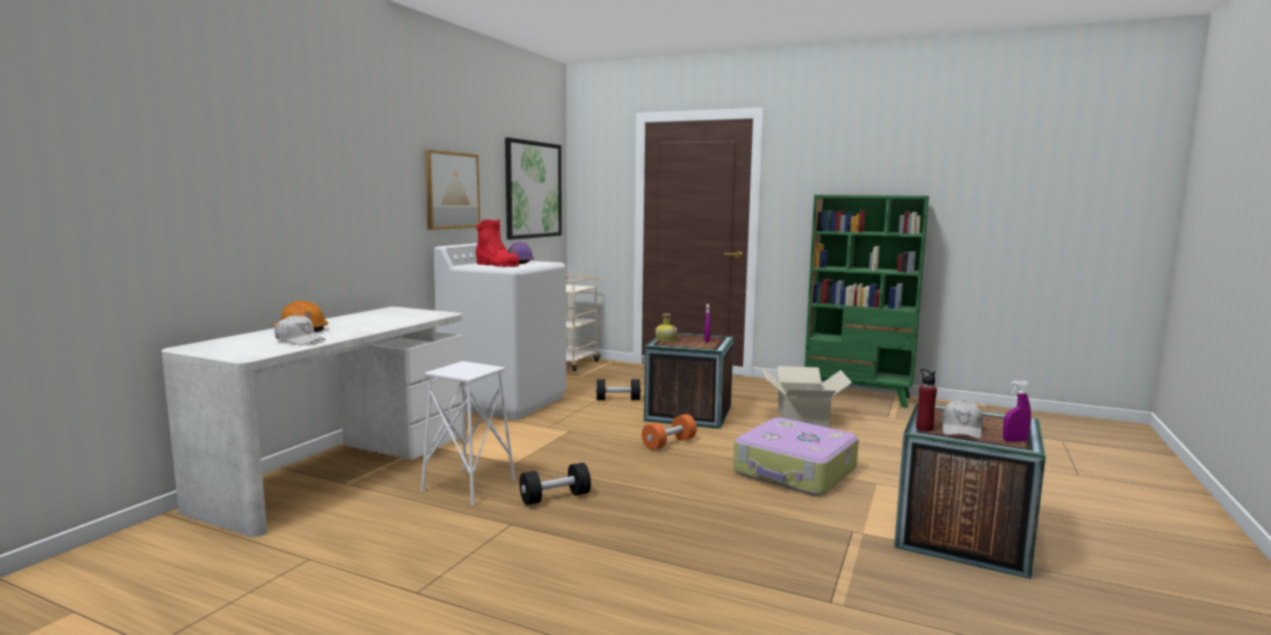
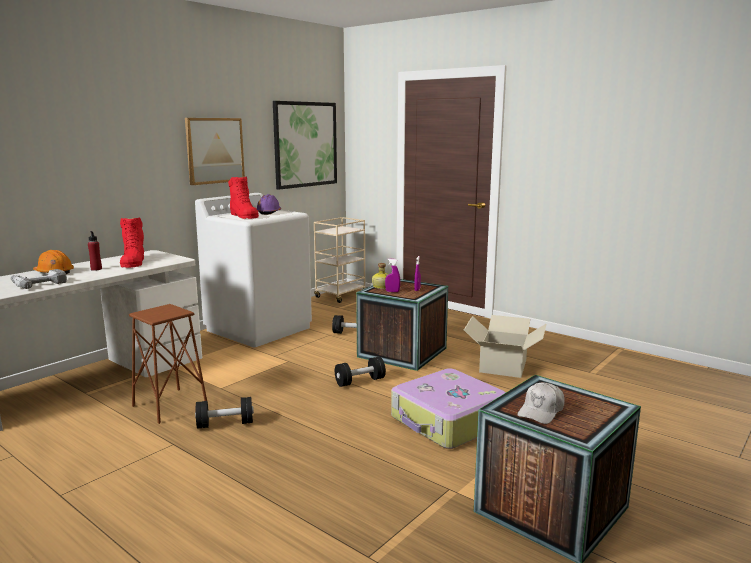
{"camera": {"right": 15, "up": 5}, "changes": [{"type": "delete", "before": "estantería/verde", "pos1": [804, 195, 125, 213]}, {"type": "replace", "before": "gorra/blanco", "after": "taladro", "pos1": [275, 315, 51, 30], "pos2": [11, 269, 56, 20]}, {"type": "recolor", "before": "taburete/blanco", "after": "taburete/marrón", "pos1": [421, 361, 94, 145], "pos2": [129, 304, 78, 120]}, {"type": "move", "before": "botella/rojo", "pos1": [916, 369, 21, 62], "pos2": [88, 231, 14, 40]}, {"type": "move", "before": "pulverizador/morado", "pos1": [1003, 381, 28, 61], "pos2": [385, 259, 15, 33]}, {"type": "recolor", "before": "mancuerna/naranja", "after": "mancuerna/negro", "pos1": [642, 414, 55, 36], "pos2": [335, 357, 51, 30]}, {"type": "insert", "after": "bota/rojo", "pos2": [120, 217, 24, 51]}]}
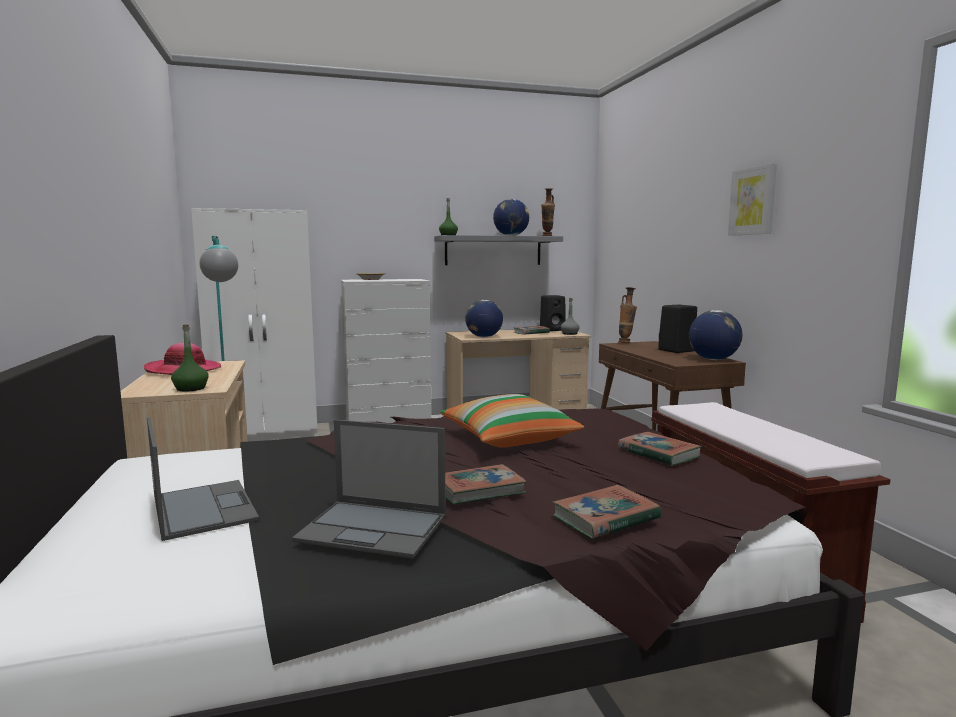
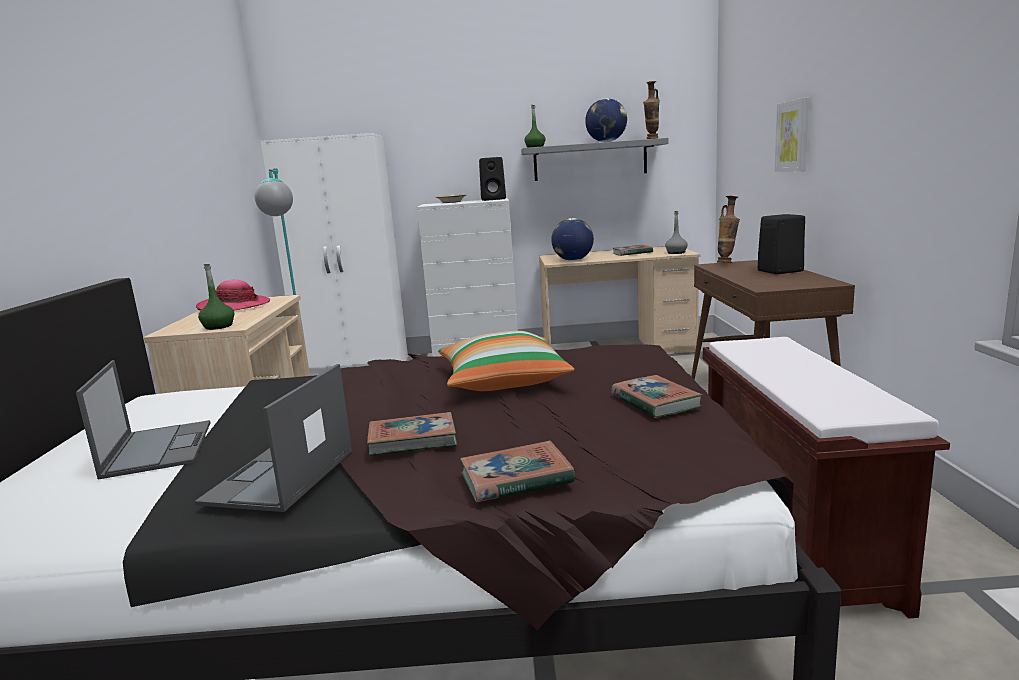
{"camera": {"right": 15, "up": 5}, "changes": [{"type": "move", "before": "cuadro", "pos1": [728, 163, 49, 73], "pos2": [775, 98, 34, 73]}, {"type": "move", "before": "altavoz/negro", "pos1": [540, 295, 26, 36], "pos2": [479, 157, 27, 44]}, {"type": "delete", "before": "globo terráqueo", "pos1": [689, 310, 53, 50]}, {"type": "rotate", "before": "portátil", "pos1": [292, 419, 154, 140], "pos2": [194, 364, 158, 148], "turn": 75}]}
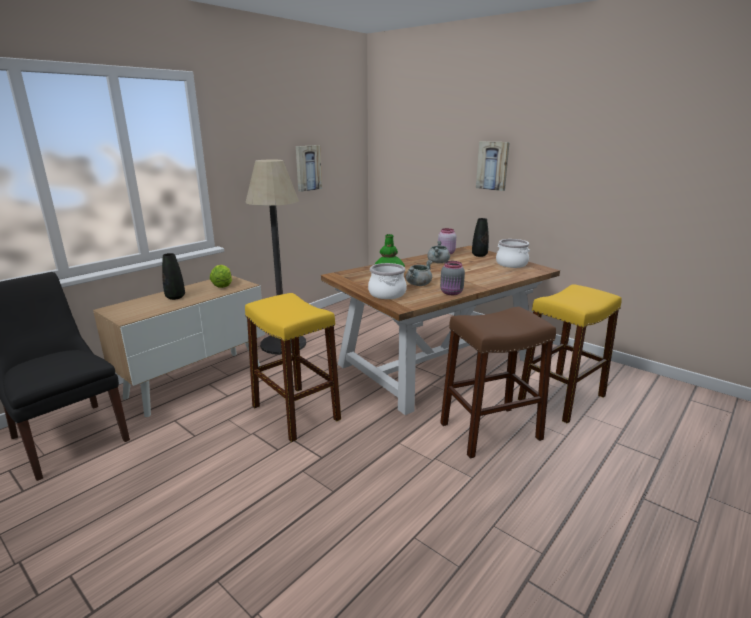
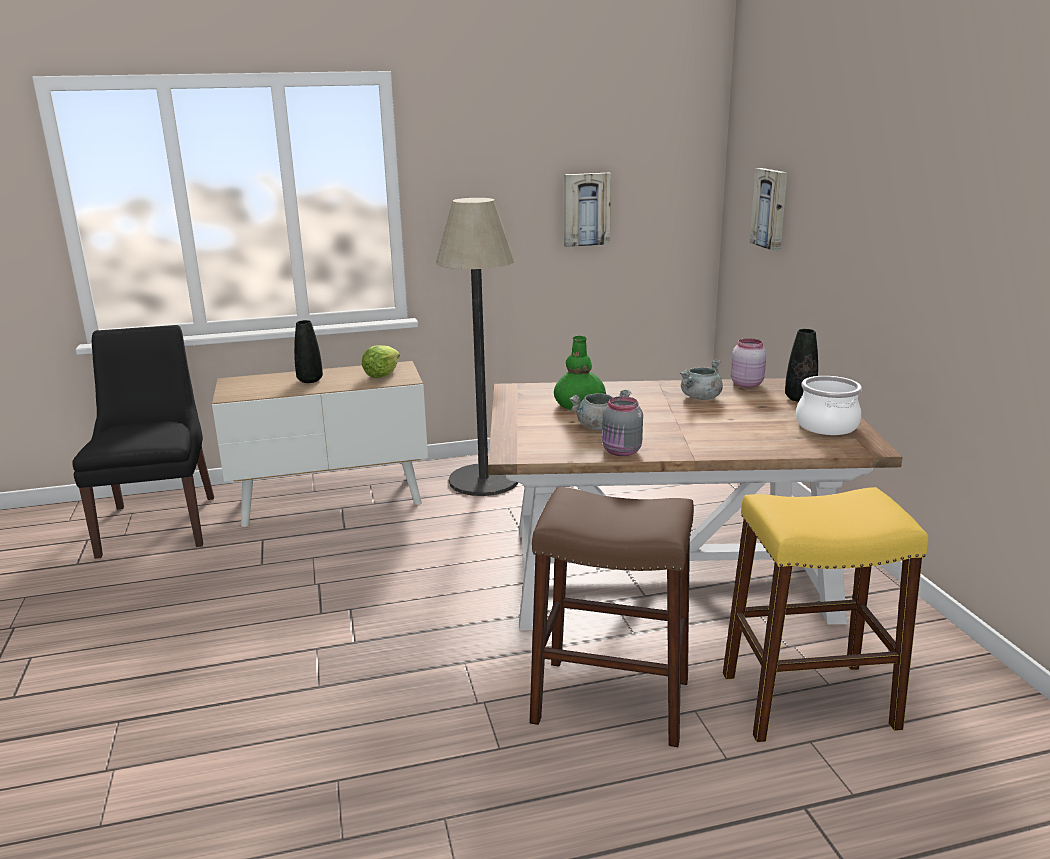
{"camera": {"right": 35, "up": 0}, "changes": [{"type": "move", "before": "cuadro", "pos1": [476, 141, 34, 50], "pos2": [750, 168, 37, 83]}, {"type": "delete", "before": "olla", "pos1": [368, 263, 39, 36]}, {"type": "delete", "before": "taburete/amarillo", "pos1": [245, 293, 96, 149]}]}
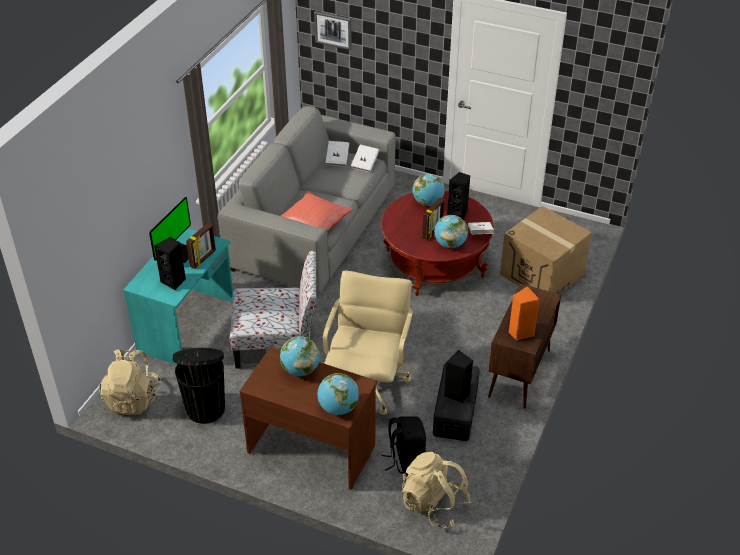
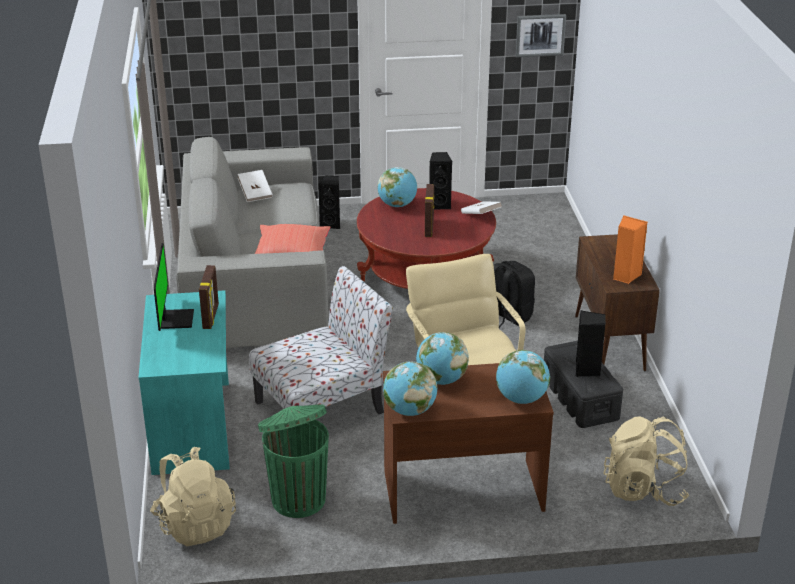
{"camera": {"right": -30, "up": -10}, "changes": [{"type": "move", "before": "cuadro", "pos1": [314, 11, 38, 39], "pos2": [516, 14, 50, 43]}, {"type": "delete", "before": "libro/blanco", "pos1": [351, 145, 28, 27]}, {"type": "delete", "before": "caja de cartón", "pos1": [500, 206, 92, 88]}, {"type": "move", "before": "globo terráqueo", "pos1": [434, 215, 34, 33], "pos2": [383, 362, 54, 54]}, {"type": "move", "before": "altavoz/negro", "pos1": [154, 237, 32, 53], "pos2": [318, 176, 22, 53]}, {"type": "recolor", "before": "papelera/negro", "after": "papelera/verde", "pos1": [173, 348, 52, 76], "pos2": [258, 404, 71, 114]}, {"type": "move", "before": "mochila/negro", "pos1": [381, 417, 45, 58], "pos2": [493, 261, 42, 67]}]}
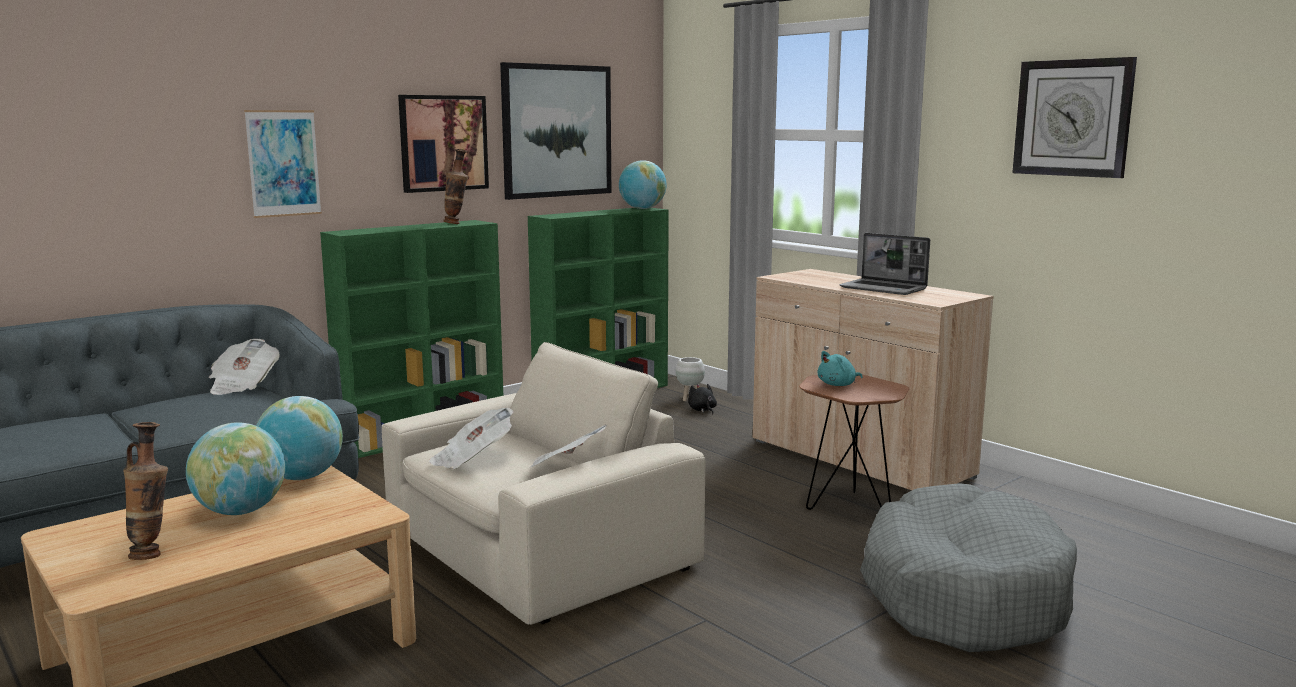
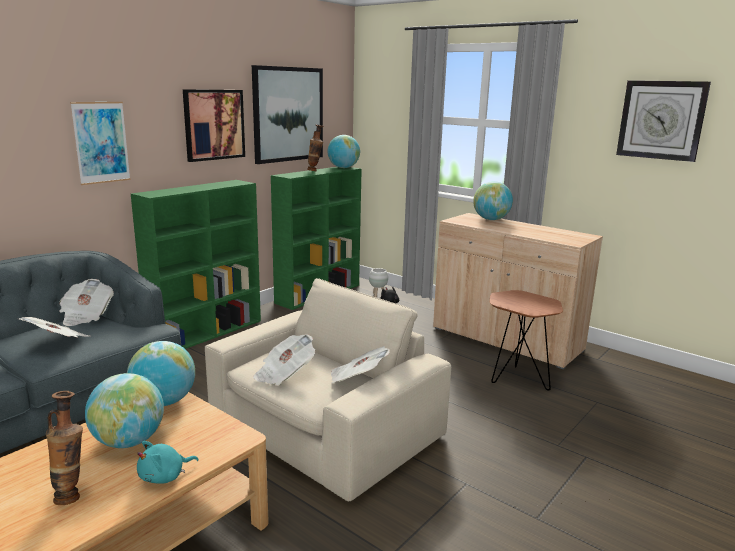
{"camera": {"right": -10, "up": 5}, "changes": [{"type": "move", "before": "florero", "pos1": [443, 149, 25, 75], "pos2": [307, 125, 17, 46]}, {"type": "delete", "before": "portátil", "pos1": [839, 233, 91, 62]}, {"type": "move", "before": "peluche/turquesa", "pos1": [818, 351, 45, 35], "pos2": [137, 441, 62, 43]}, {"type": "delete", "before": "cama para perro/gris", "pos1": [860, 483, 217, 169]}, {"type": "insert", "after": "globo terráqueo", "pos2": [473, 181, 40, 39]}, {"type": "insert", "after": "periódico", "pos2": [19, 317, 70, 20]}]}
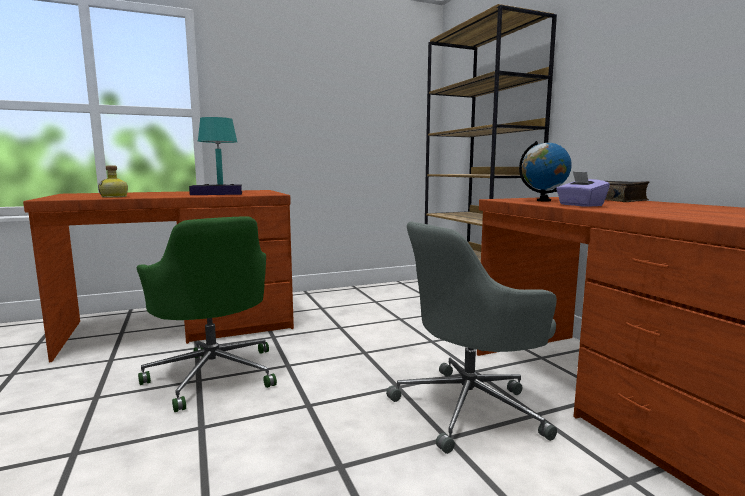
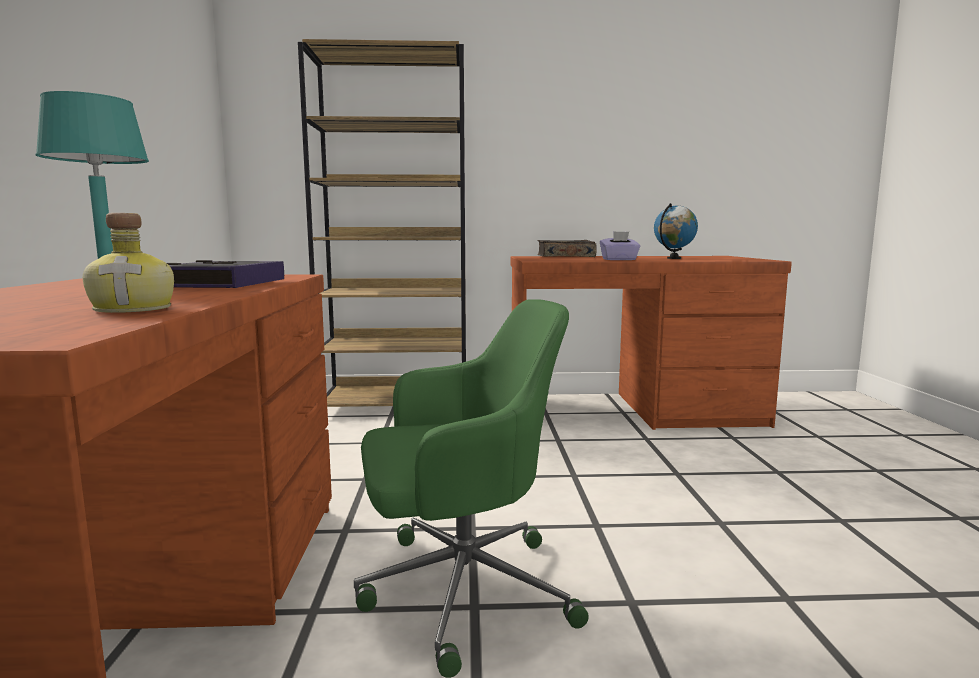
{"camera": {"right": -70, "up": 0}, "changes": [{"type": "move", "before": "globo terráqueo", "pos1": [519, 141, 53, 60], "pos2": [654, 203, 44, 56]}, {"type": "delete", "before": "silla de oficina/gris", "pos1": [386, 222, 171, 232]}]}
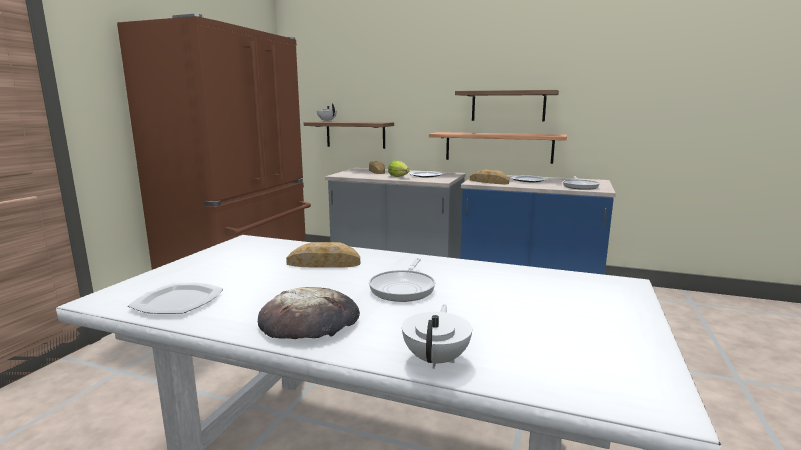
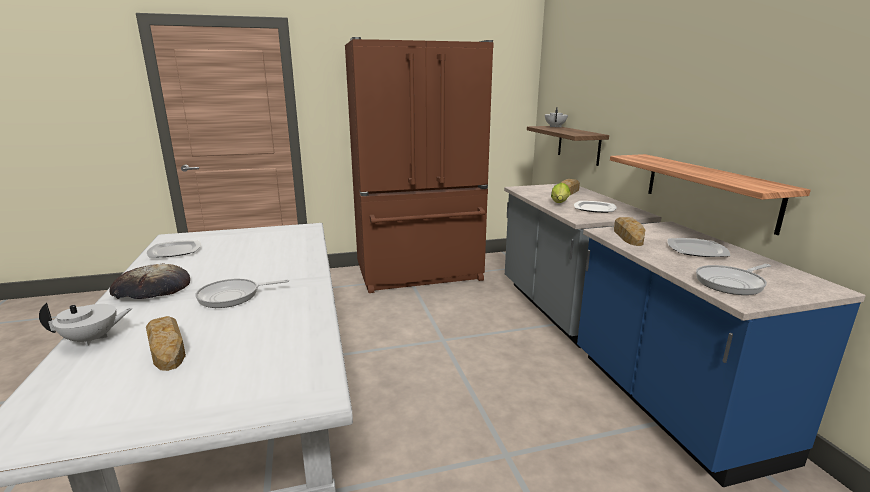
{"camera": {"right": 55, "up": 5}, "changes": [{"type": "delete", "before": "estante", "pos1": [455, 90, 104, 31]}, {"type": "move", "before": "pan", "pos1": [286, 242, 74, 26], "pos2": [146, 316, 40, 55]}]}
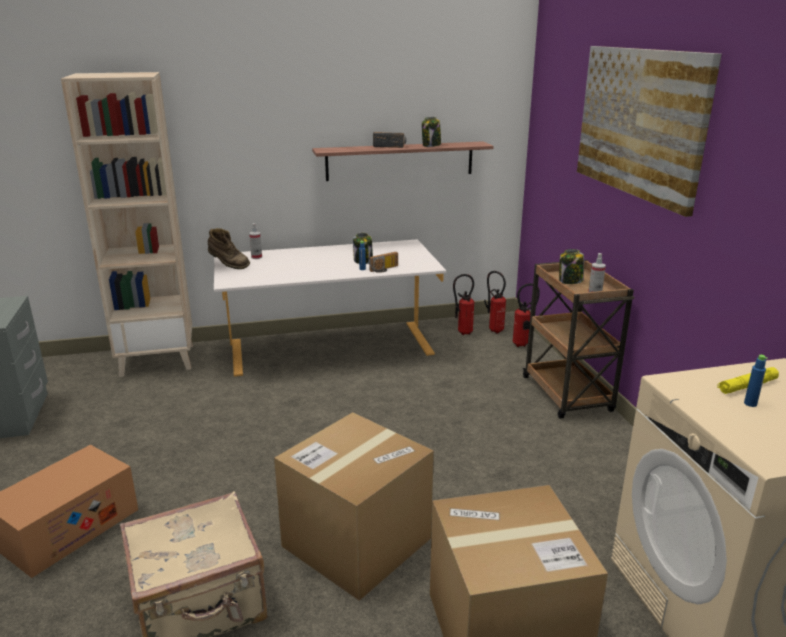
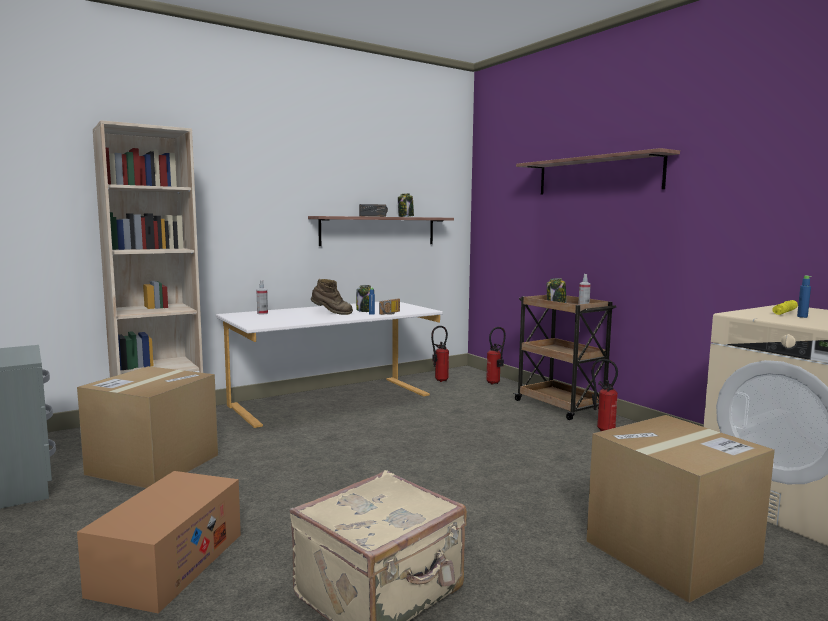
{"camera": {"right": -20, "up": -15}, "changes": [{"type": "replace", "before": "cuadro", "after": "estante", "pos1": [577, 46, 145, 171], "pos2": [516, 148, 164, 47]}, {"type": "move", "before": "bota/marrón", "pos1": [208, 228, 42, 41], "pos2": [311, 279, 42, 36]}, {"type": "move", "before": "extintor", "pos1": [484, 271, 22, 63], "pos2": [592, 359, 26, 73]}, {"type": "move", "before": "caja de cartón", "pos1": [274, 412, 160, 189], "pos2": [77, 366, 141, 122]}]}
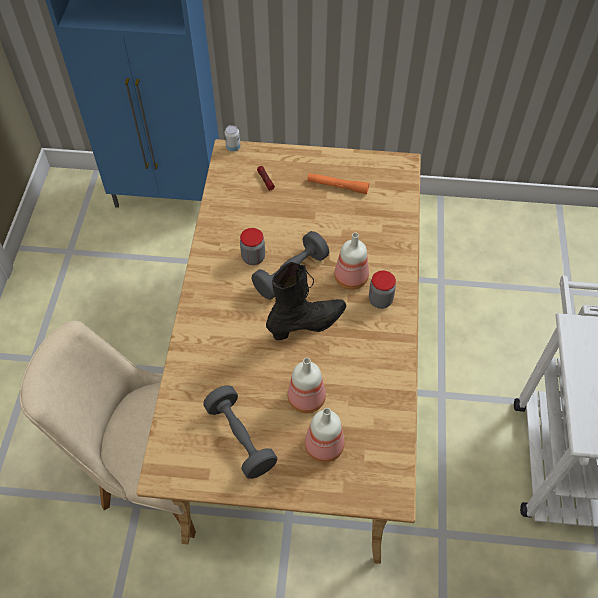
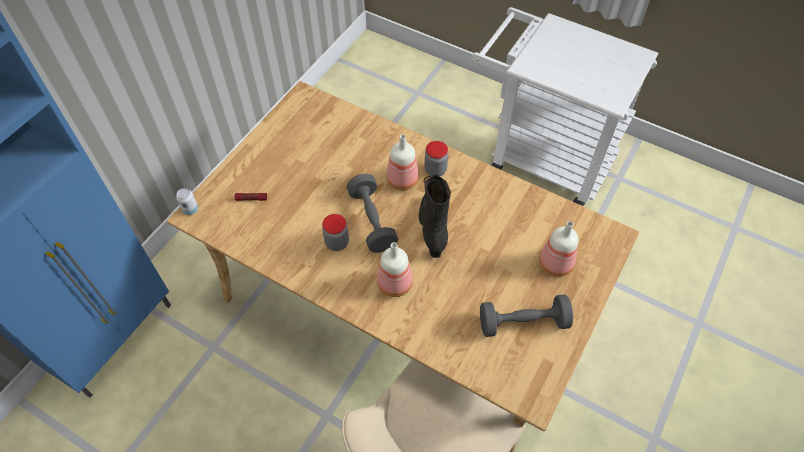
{"camera": {"right": -65, "up": 0}, "changes": [{"type": "delete", "before": "linterna/naranja", "pos1": [307, 173, 62, 21]}, {"type": "move", "before": "botella", "pos1": [288, 358, 38, 55], "pos2": [377, 242, 36, 55]}]}
